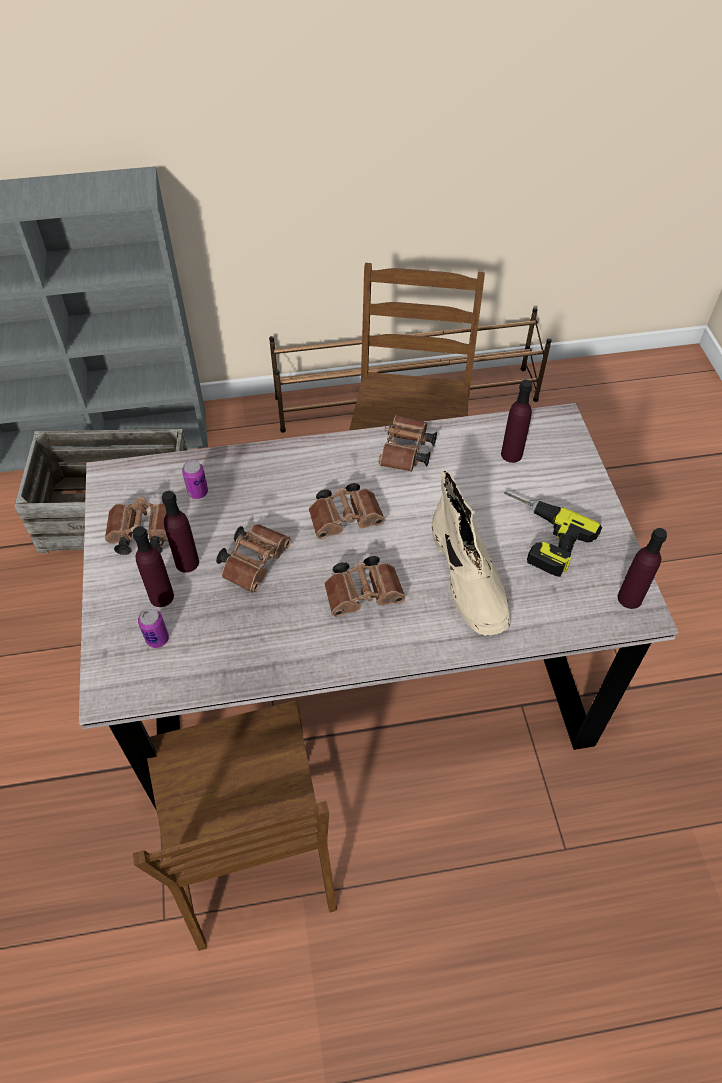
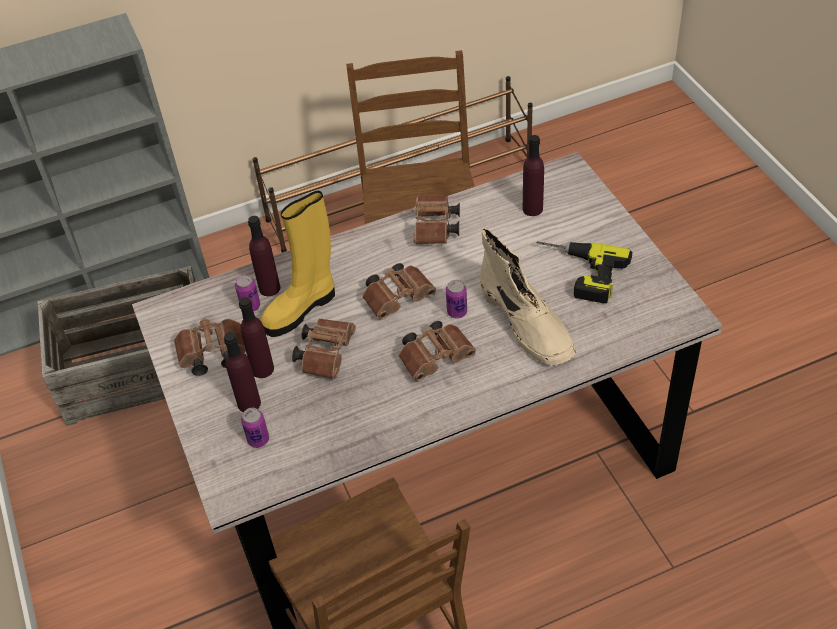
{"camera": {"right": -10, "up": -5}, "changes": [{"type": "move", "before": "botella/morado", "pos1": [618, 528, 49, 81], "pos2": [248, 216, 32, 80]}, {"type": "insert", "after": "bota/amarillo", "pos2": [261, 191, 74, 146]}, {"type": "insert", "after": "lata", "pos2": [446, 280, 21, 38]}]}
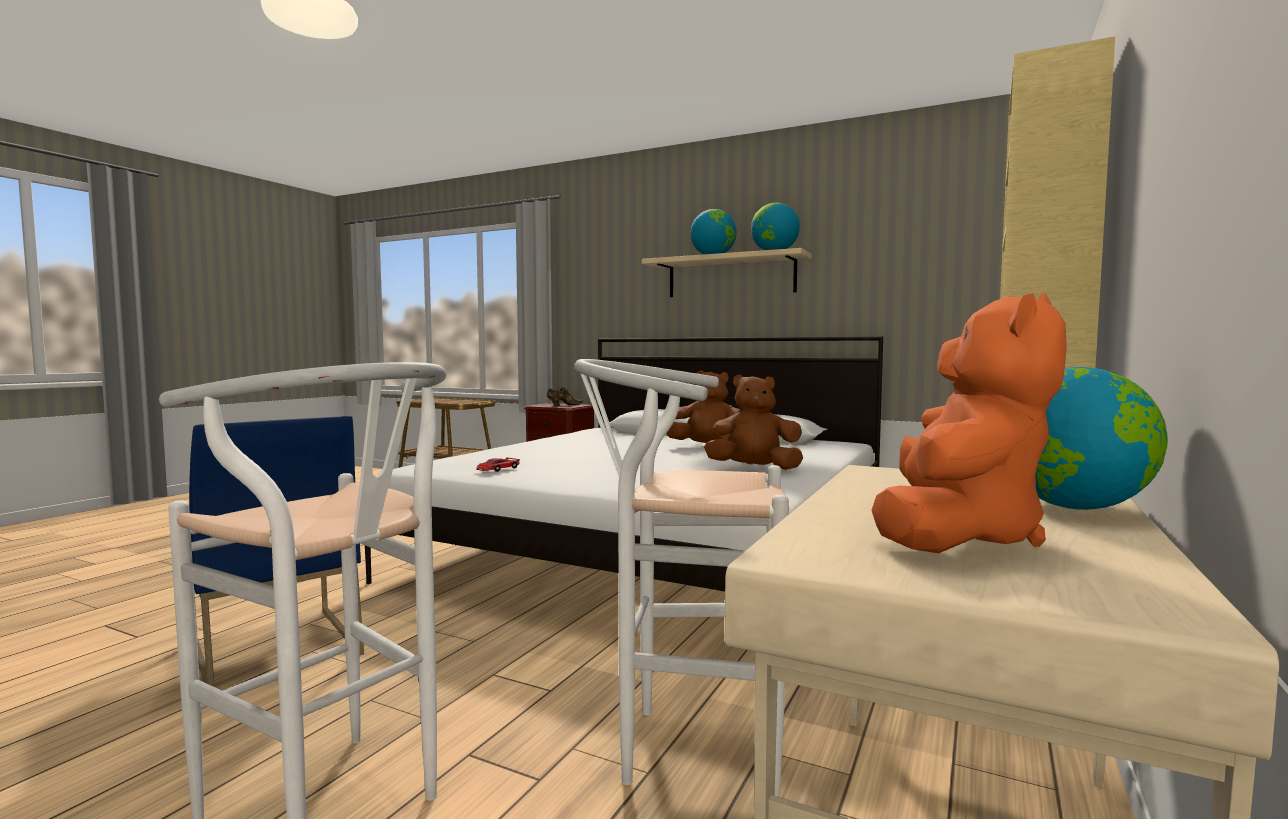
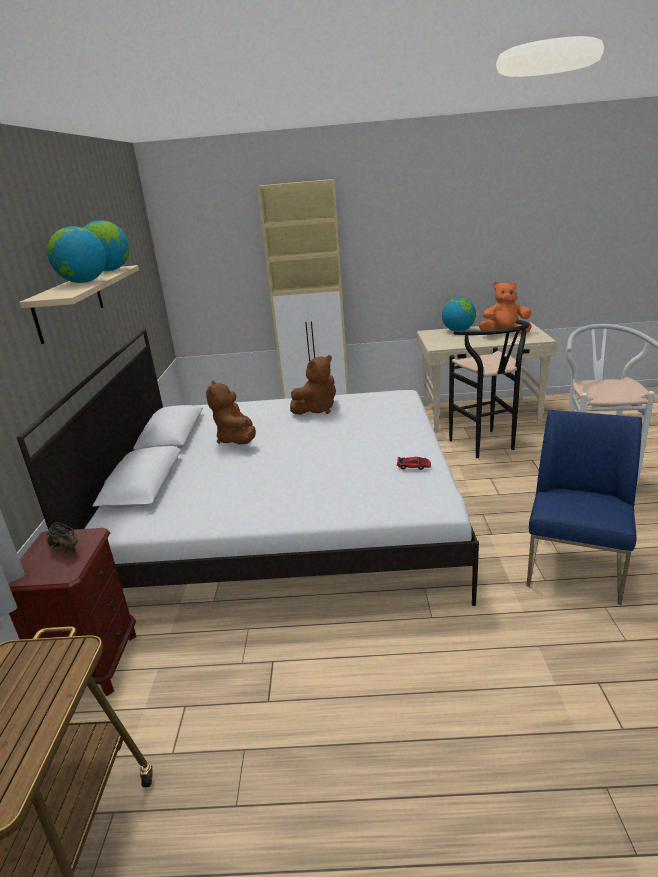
{"camera": {"right": -115, "up": 20}, "changes": [{"type": "recolor", "before": "taburete/blanco", "after": "taburete/negro", "pos1": [574, 359, 215, 438], "pos2": [449, 320, 81, 138]}, {"type": "rotate", "before": "peluche/marrón", "pos1": [704, 374, 99, 96], "pos2": [290, 355, 46, 60], "turn": -105}]}
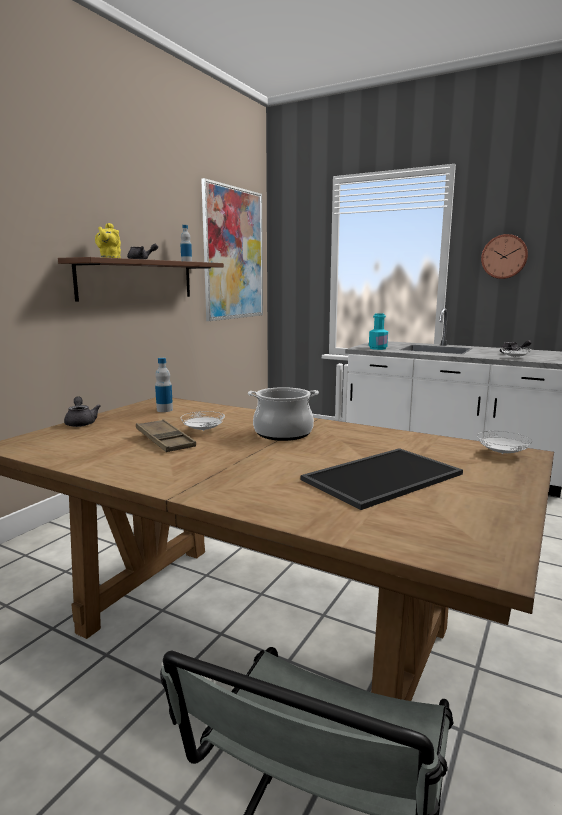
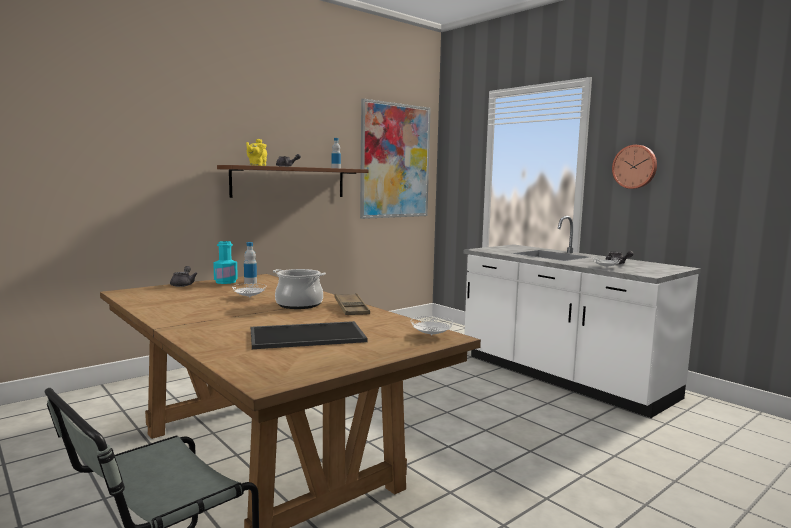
{"camera": {"right": 20, "up": -5}, "changes": [{"type": "move", "before": "botella/turquesa", "pos1": [369, 313, 19, 37], "pos2": [213, 241, 25, 43]}, {"type": "move", "before": "bandeja/marrón", "pos1": [136, 419, 60, 33], "pos2": [334, 293, 36, 22]}]}
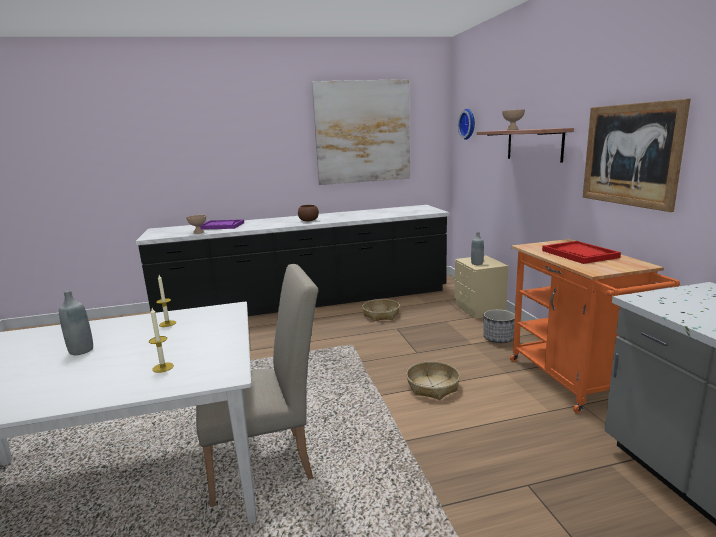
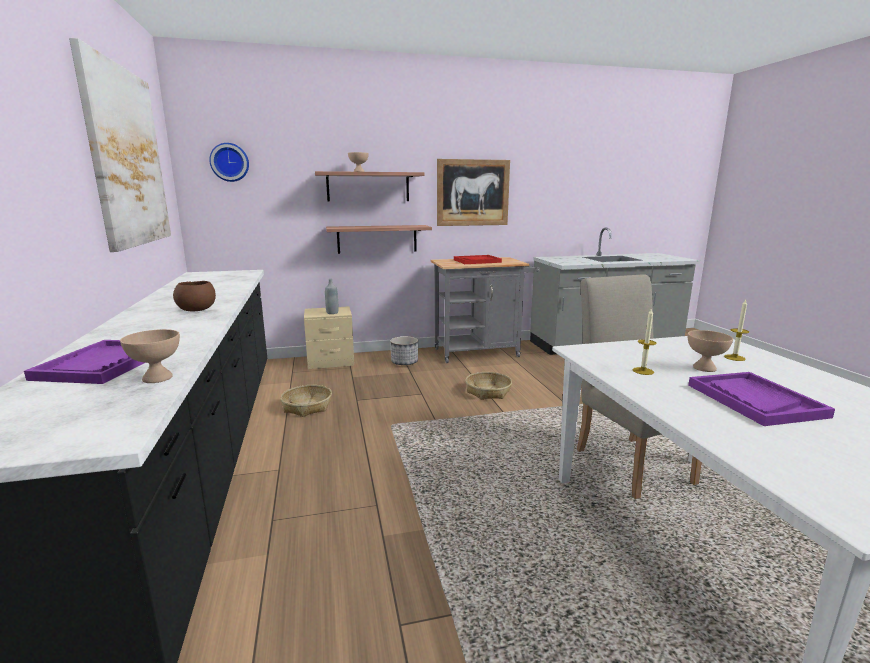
{"camera": {"right": -90, "up": 0}, "changes": [{"type": "recolor", "before": "carrito/naranja", "after": "carrito/gris", "pos1": [510, 239, 170, 174], "pos2": [431, 257, 109, 106]}, {"type": "replace", "before": "botella/gris", "after": "bandeja/morado", "pos1": [59, 290, 34, 65], "pos2": [688, 372, 147, 54]}, {"type": "insert", "after": "estante", "pos2": [326, 225, 106, 29]}, {"type": "insert", "after": "cuenco/beis", "pos2": [688, 330, 45, 42]}]}
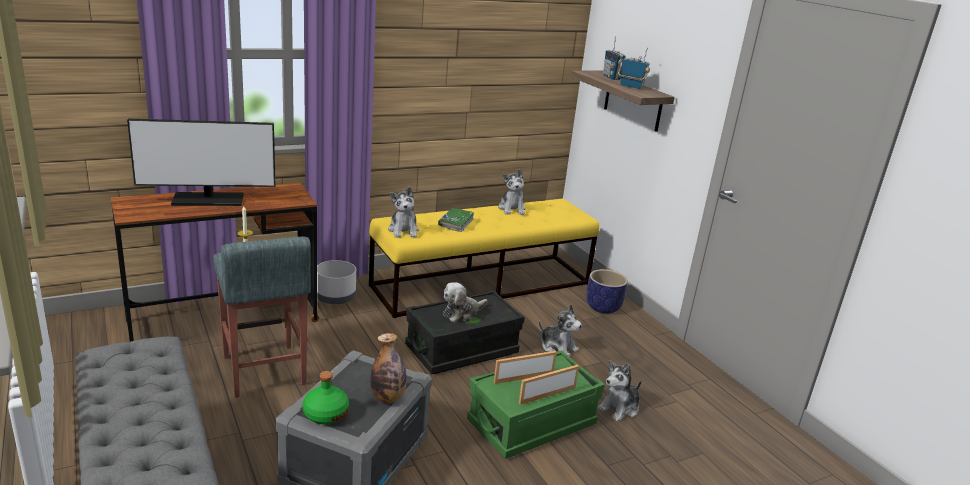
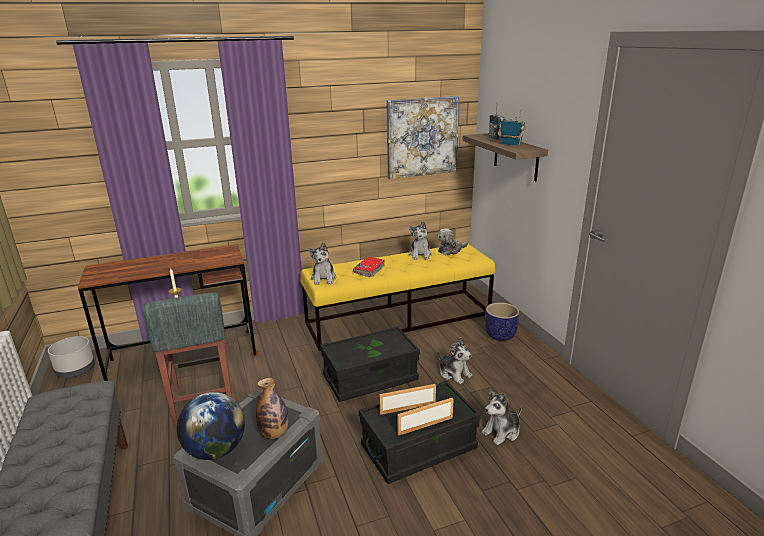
{"camera": {"right": 10, "up": 0}, "changes": [{"type": "delete", "before": "monitor", "pos1": [127, 118, 148, 88]}, {"type": "recolor", "before": "libro/verde", "after": "libro/rojo", "pos1": [438, 208, 36, 24], "pos2": [353, 257, 32, 20]}, {"type": "move", "before": "maceta/gris", "pos1": [317, 260, 39, 44], "pos2": [48, 336, 47, 42]}, {"type": "move", "before": "peluche", "pos1": [443, 282, 44, 40], "pos2": [438, 228, 30, 27]}, {"type": "recolor", "before": "caja de almacenaje/verde", "after": "caja de almacenaje/negro", "pos1": [467, 350, 138, 109], "pos2": [359, 381, 122, 103]}, {"type": "replace", "before": "botella/verde", "after": "globo terráqueo", "pos1": [303, 371, 46, 53], "pos2": [177, 392, 68, 68]}, {"type": "insert", "after": "cuadro", "pos2": [387, 96, 73, 83]}]}
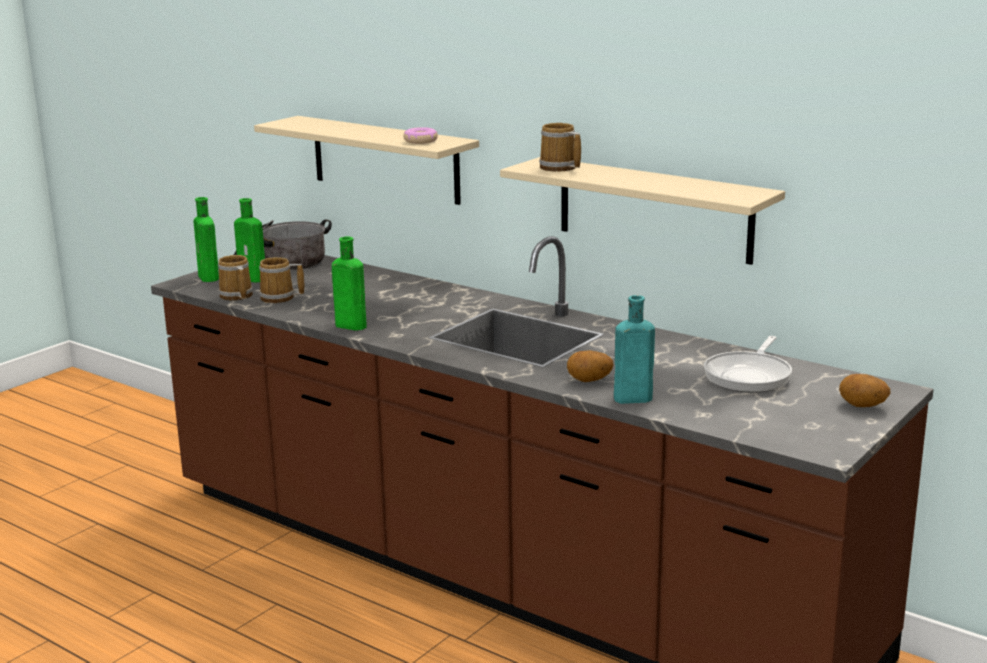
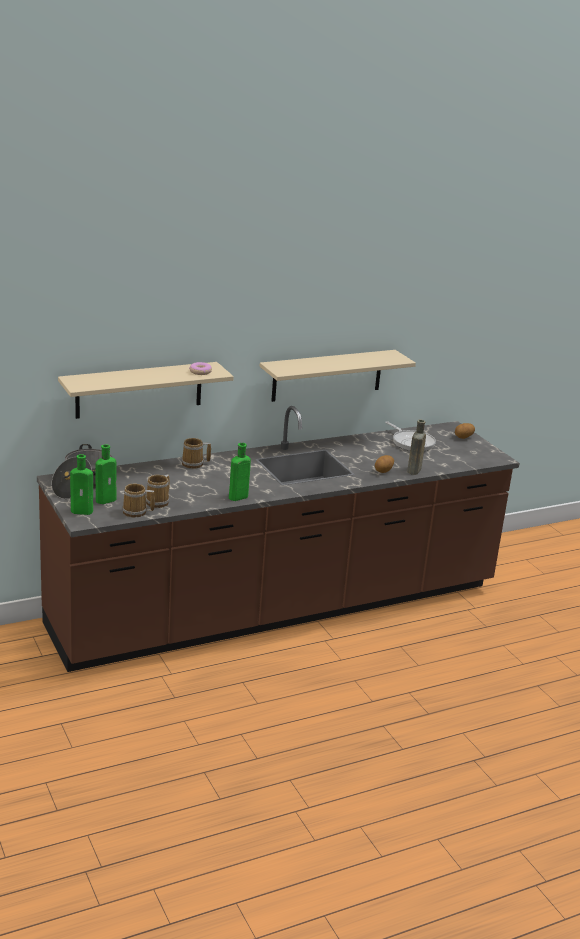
{"camera": {"right": -65, "up": 5}, "changes": [{"type": "move", "before": "taza grande", "pos1": [539, 123, 42, 49], "pos2": [182, 438, 29, 31]}, {"type": "recolor", "before": "botella/turquesa", "after": "botella/marrón", "pos1": [614, 295, 41, 109], "pos2": [407, 420, 19, 55]}]}
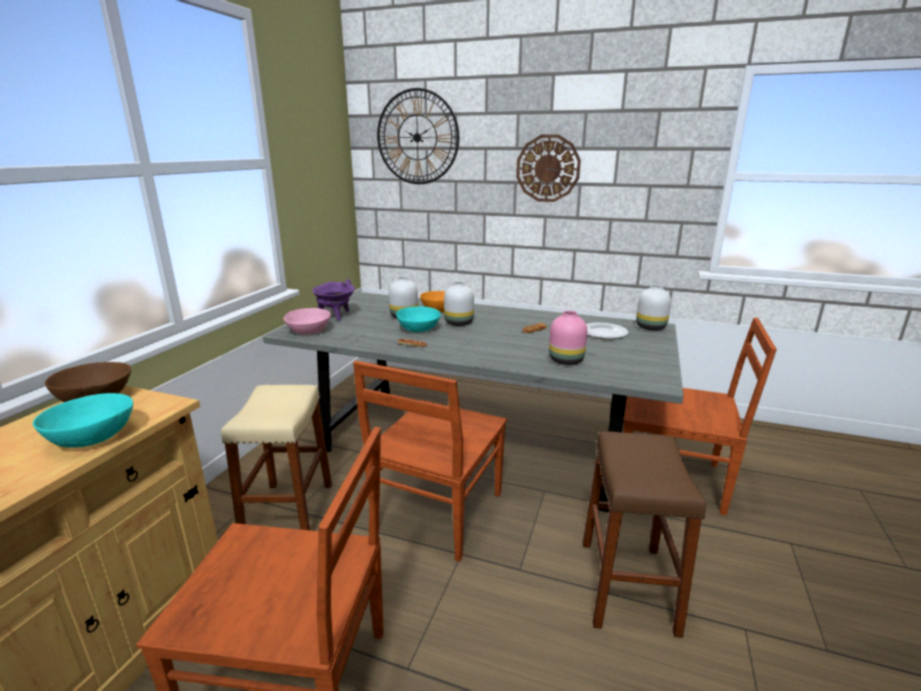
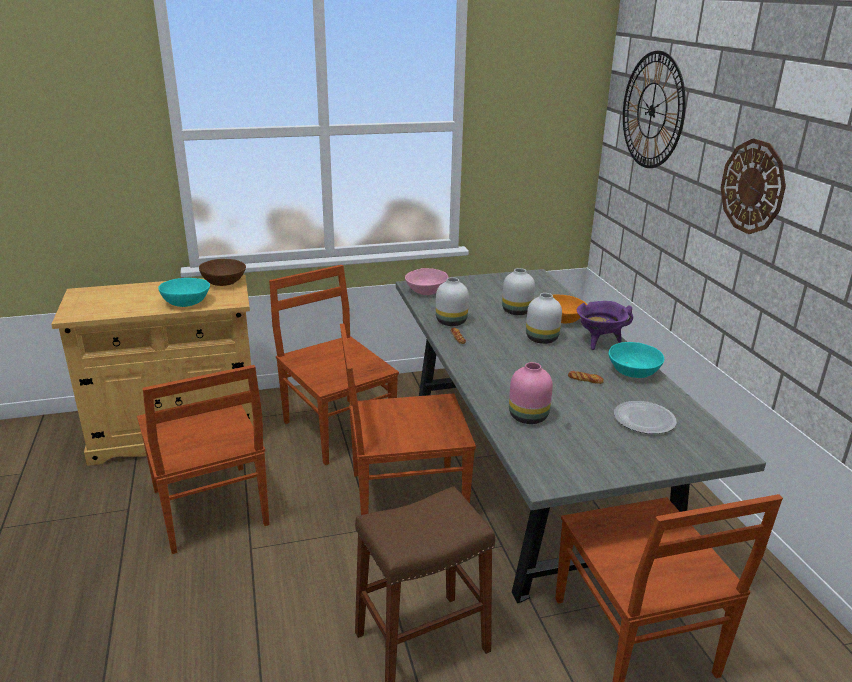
{"camera": {"right": 55, "up": 5}, "changes": [{"type": "move", "before": "olla/morado", "pos1": [313, 279, 42, 42], "pos2": [577, 301, 56, 49]}, {"type": "move", "before": "florero/blanco", "pos1": [636, 285, 35, 45], "pos2": [436, 277, 33, 49]}, {"type": "move", "before": "cuenco/turquesa", "pos1": [396, 306, 45, 26], "pos2": [608, 342, 56, 36]}, {"type": "replace", "before": "taburete/beis", "after": "silla/marrón", "pos1": [221, 385, 111, 145], "pos2": [269, 265, 130, 200]}]}
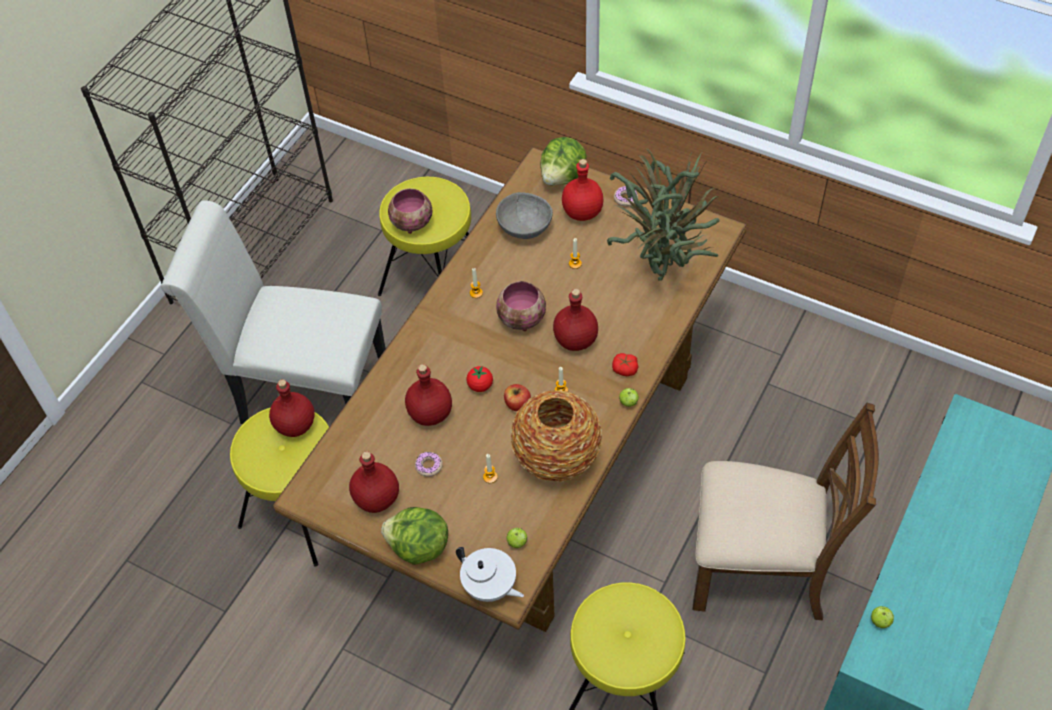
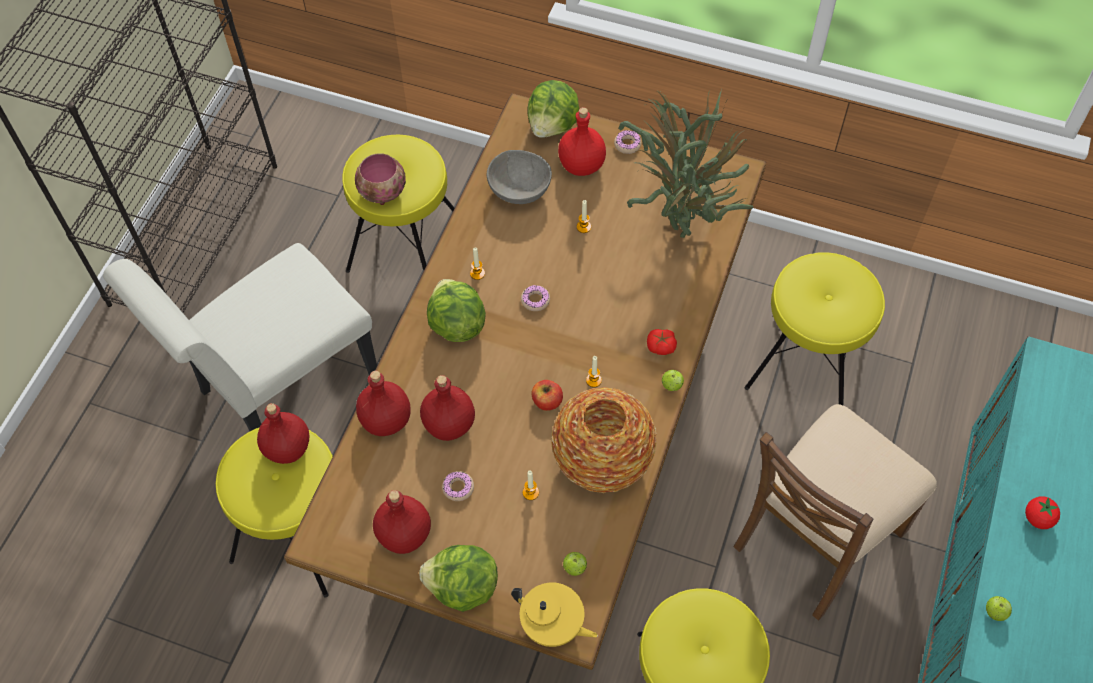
{"camera": {"right": -10, "up": 5}, "changes": [{"type": "rotate", "before": "silla/blanco", "pos1": [161, 200, 225, 224], "pos2": [103, 243, 274, 188], "turn": -45}, {"type": "replace", "before": "cuenco", "after": "rosquilla", "pos1": [496, 281, 50, 50], "pos2": [521, 285, 29, 26]}, {"type": "move", "before": "botella/rojo", "pos1": [553, 289, 45, 62], "pos2": [356, 371, 55, 65]}, {"type": "move", "before": "tomate", "pos1": [466, 366, 27, 26], "pos2": [1025, 496, 35, 33]}, {"type": "rotate", "before": "silla/marrón", "pos1": [692, 403, 187, 218], "pos2": [733, 404, 204, 216], "turn": 135}, {"type": "recolor", "before": "tetera/blanco", "after": "tetera/amarillo", "pos1": [456, 547, 68, 55], "pos2": [511, 582, 87, 65]}, {"type": "insert", "after": "taburete/amarillo", "pos2": [745, 252, 140, 154]}, {"type": "insert", "after": "lechuga", "pos2": [427, 279, 59, 63]}]}
